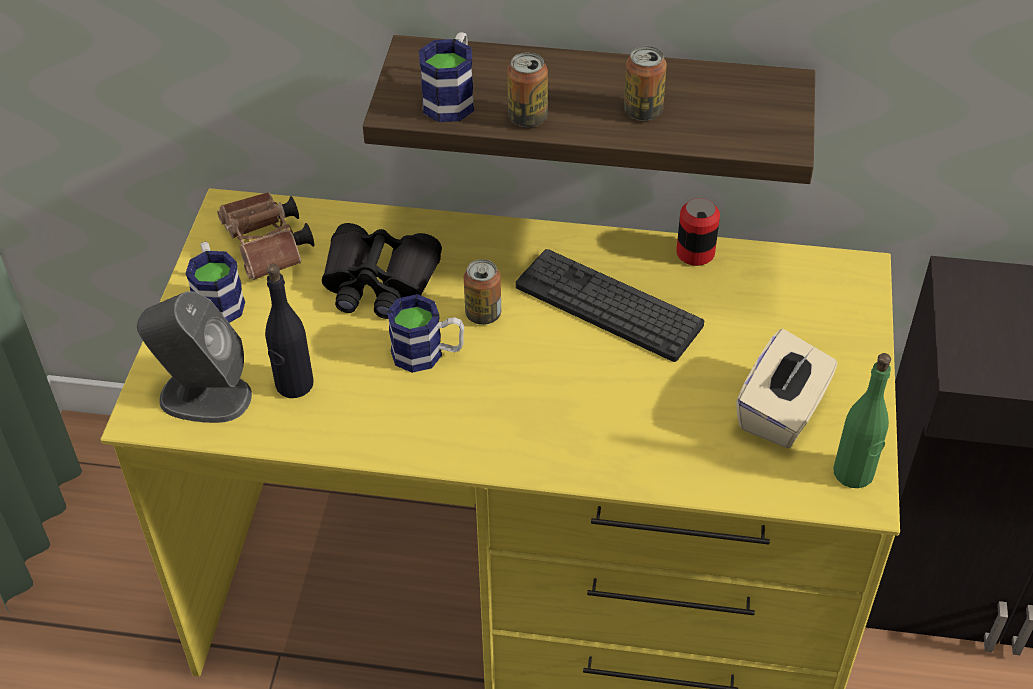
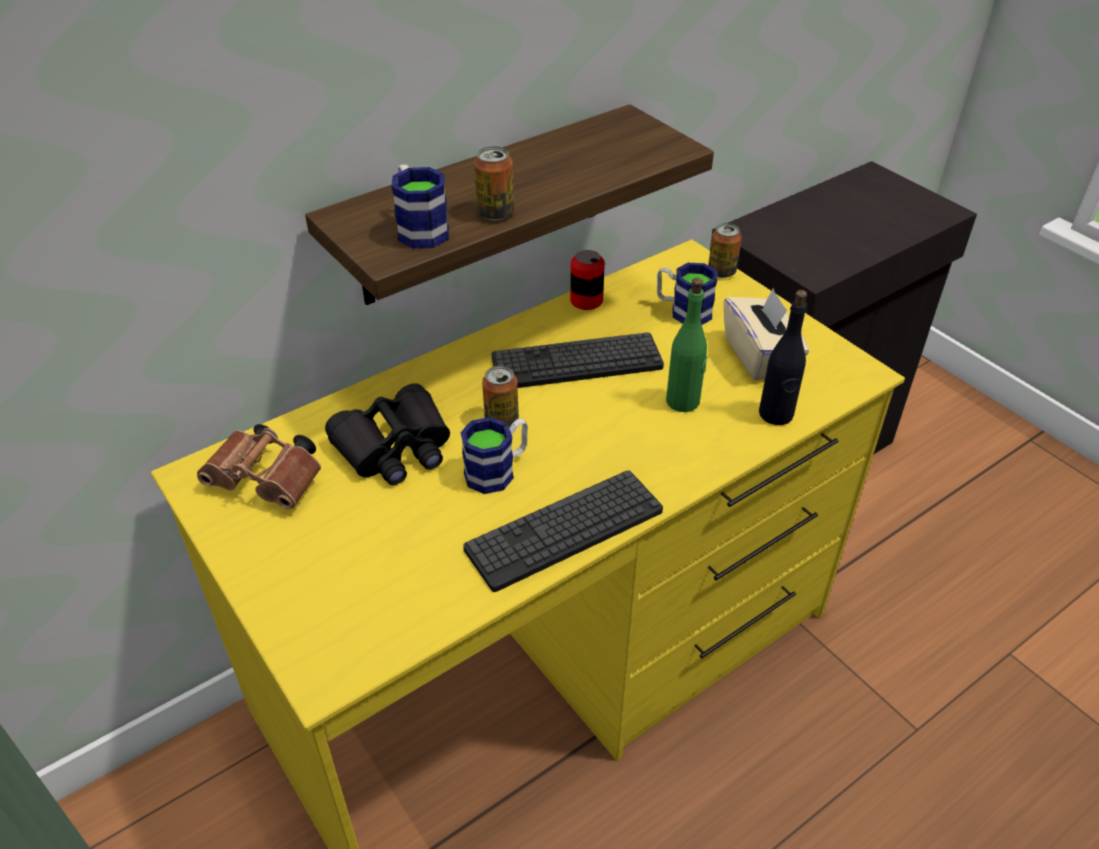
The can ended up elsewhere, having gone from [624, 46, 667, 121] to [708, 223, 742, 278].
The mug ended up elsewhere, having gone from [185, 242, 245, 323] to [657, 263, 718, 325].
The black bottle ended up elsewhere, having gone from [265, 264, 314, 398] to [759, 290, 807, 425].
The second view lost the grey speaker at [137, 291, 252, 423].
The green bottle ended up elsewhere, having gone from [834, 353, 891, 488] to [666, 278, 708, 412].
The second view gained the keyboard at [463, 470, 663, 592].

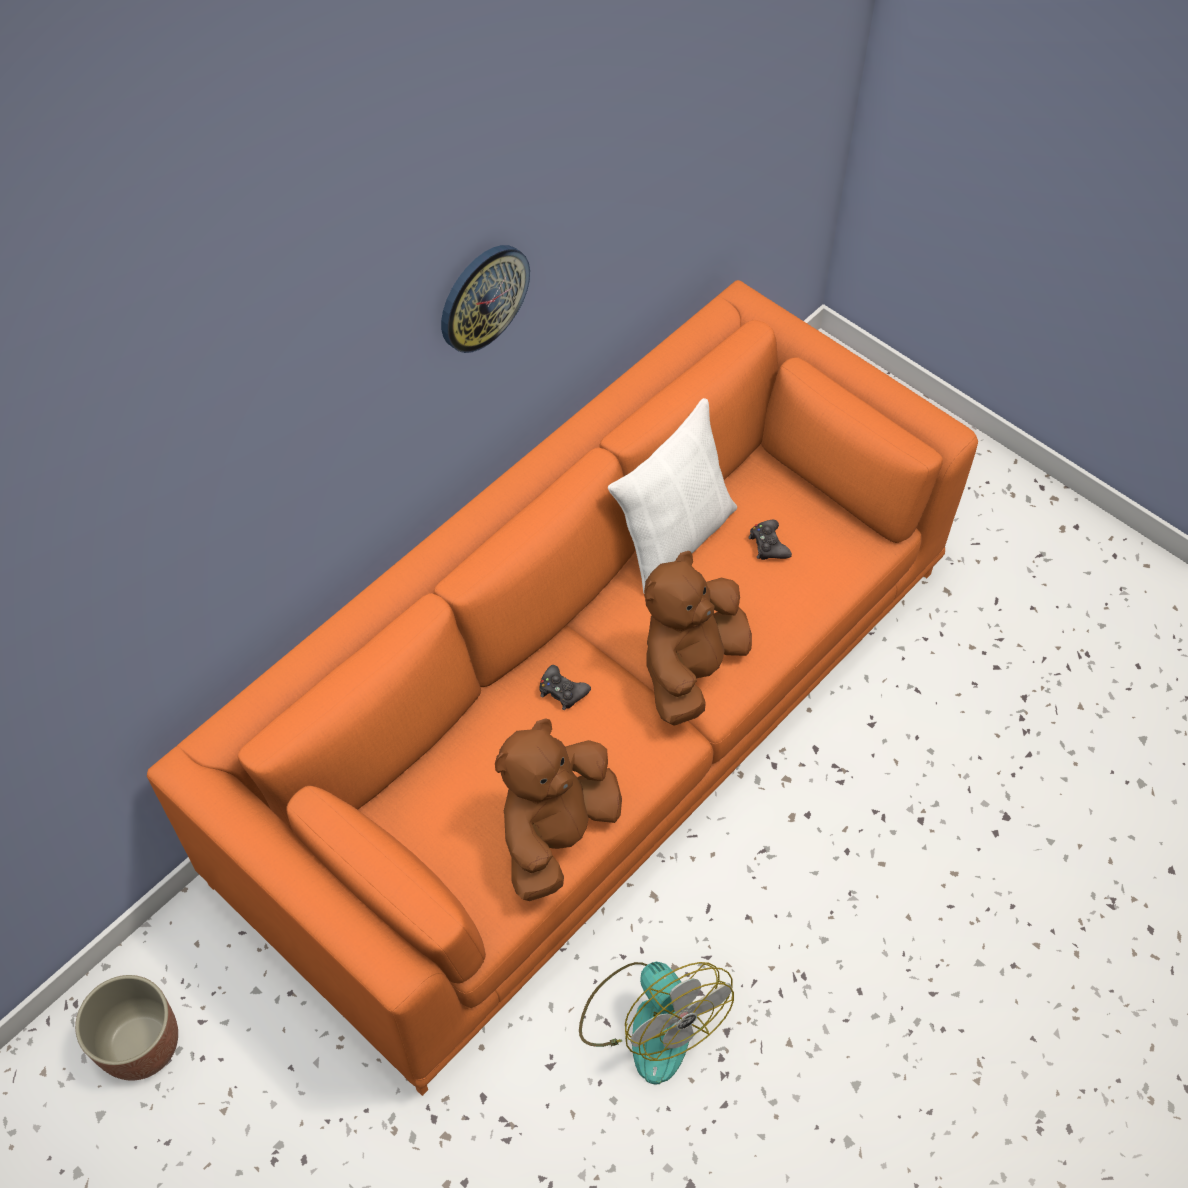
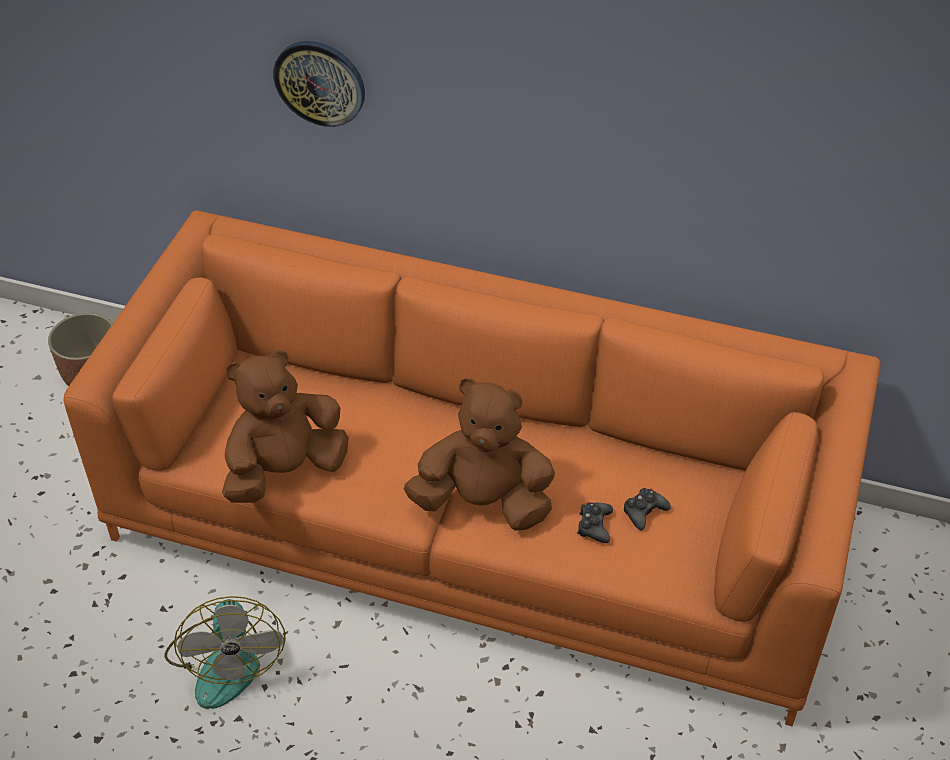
The wall clock ended up elsewhere, having gone from [441, 245, 530, 353] to [273, 41, 365, 127].
The second view lost the white pillow at [608, 398, 737, 593].
The black game controller ended up elsewhere, having gone from [539, 665, 591, 710] to [577, 502, 613, 543].
The brown plush toy at [495, 718, 622, 901] ended up facing another way, 45 degrees counterclockwise from before.
The fan at [579, 962, 734, 1084] ended up facing another way, 45 degrees counterclockwise from before.

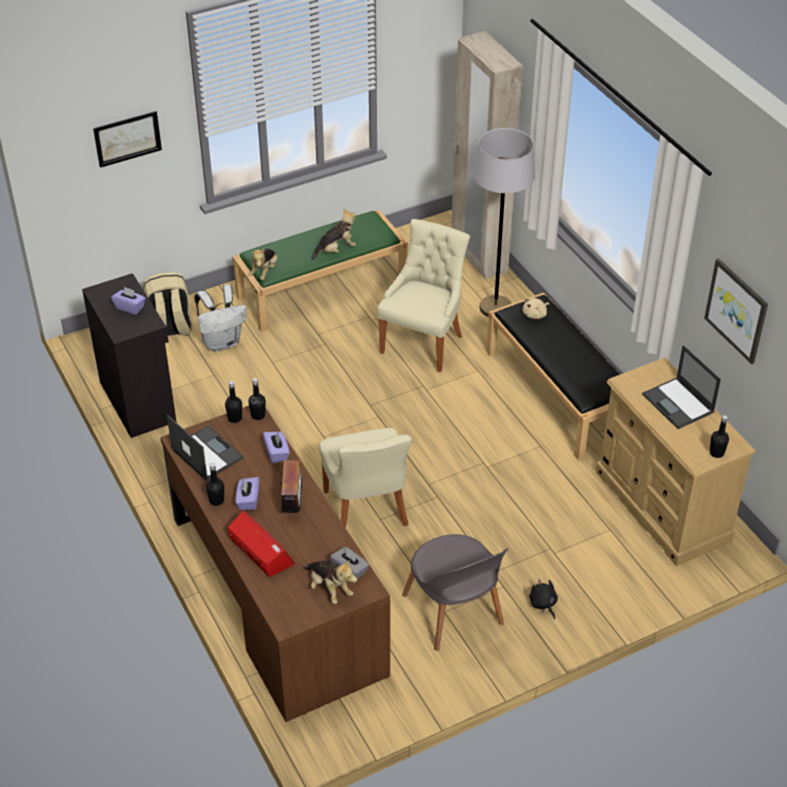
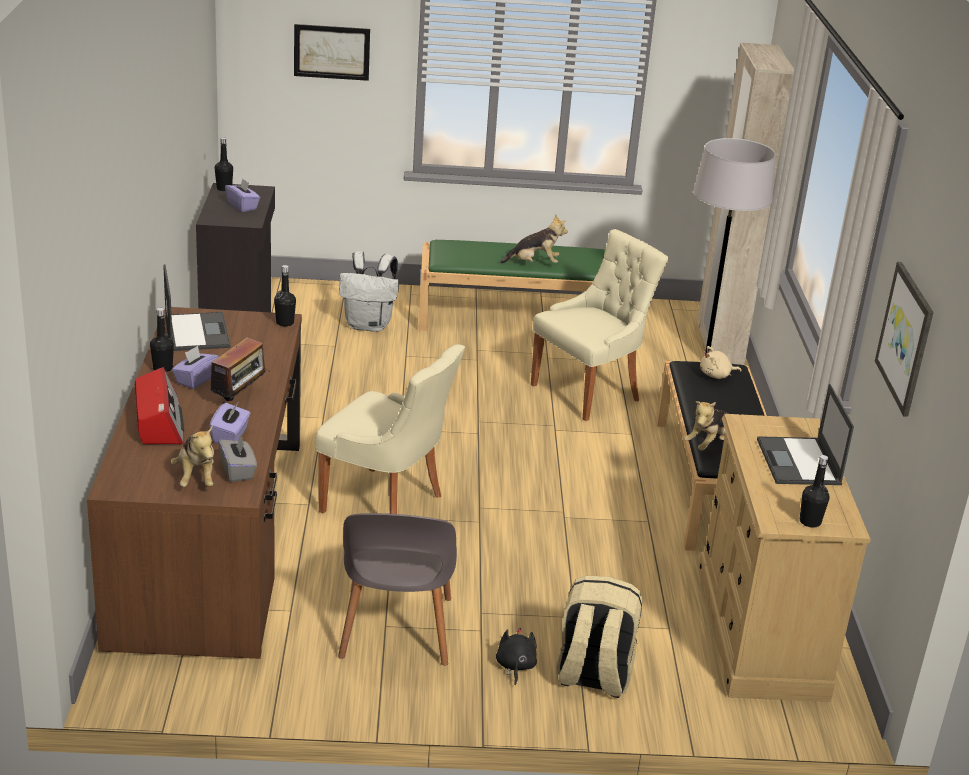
The plush toy ended up elsewhere, having gone from [248, 248, 278, 280] to [684, 401, 728, 451].
The beige backpack ended up elsewhere, having gone from [143, 272, 193, 336] to [557, 576, 642, 698].
The black bottle ended up elsewhere, having gone from [225, 381, 242, 423] to [215, 137, 233, 191].
The beige chair at [319, 428, 412, 528] ended up facing another way, 75 degrees counterclockwise from before.
The purple tissue box ended up elsewhere, having gone from [263, 432, 290, 463] to [209, 403, 250, 444].

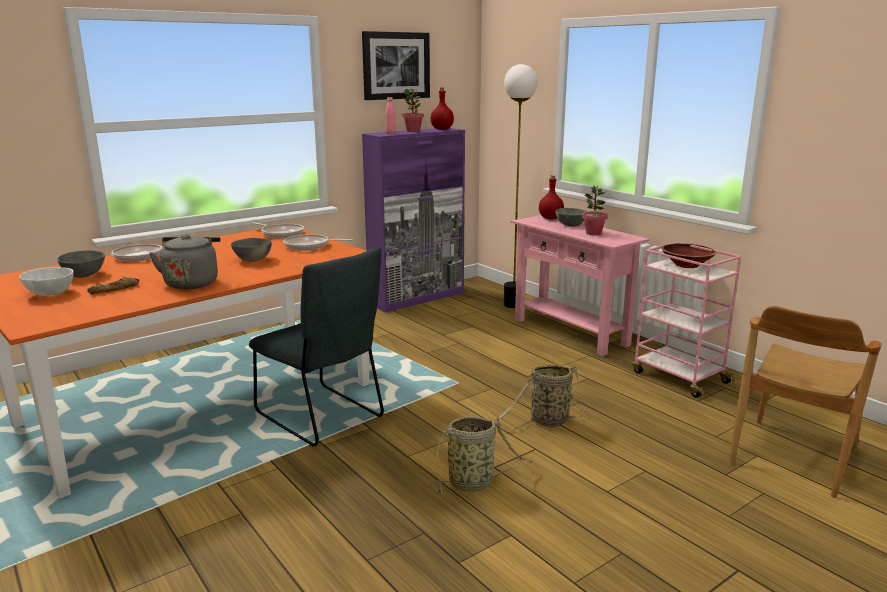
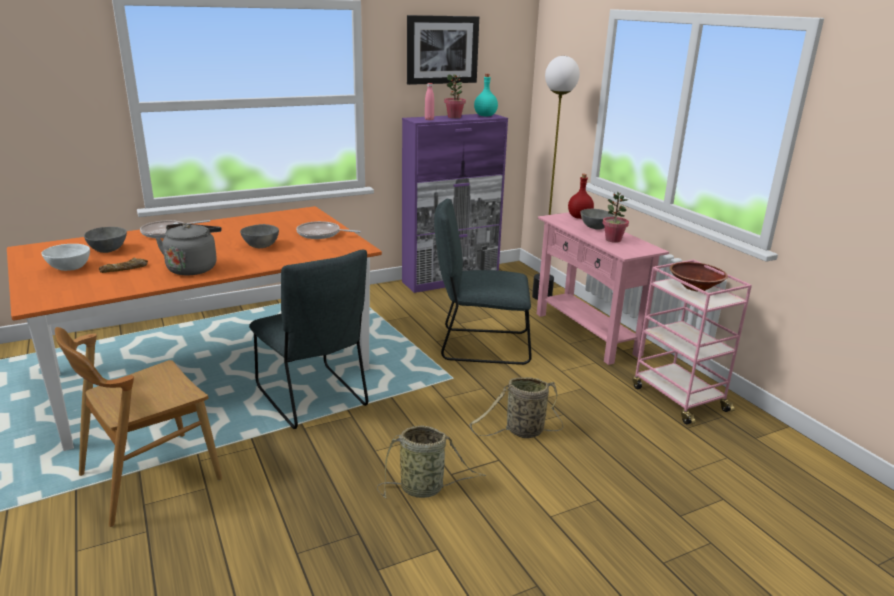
What was the red bottle at [431, 88, 454, 130] turned into the turquoise bottle at [474, 74, 498, 116].
The second view lost the frying pan at [251, 222, 304, 238].
The brown chair ended up elsewhere, having gone from [729, 306, 882, 498] to [55, 327, 222, 527].
The second view gained the grey chair at [434, 199, 532, 365].

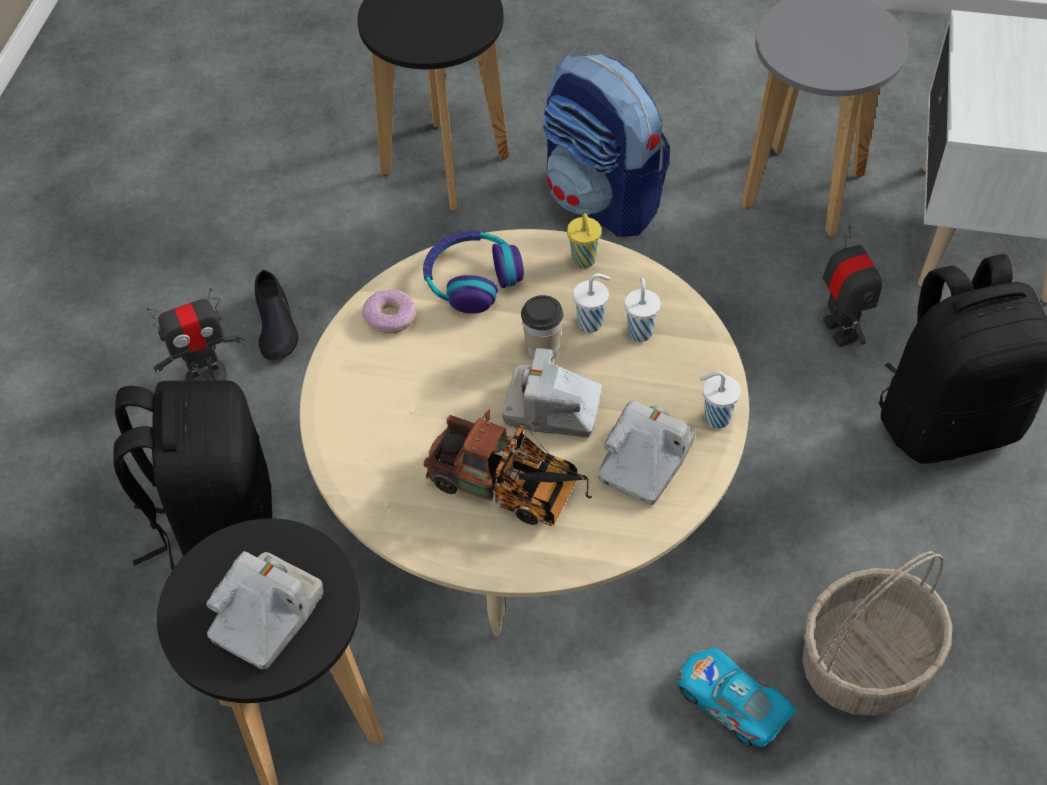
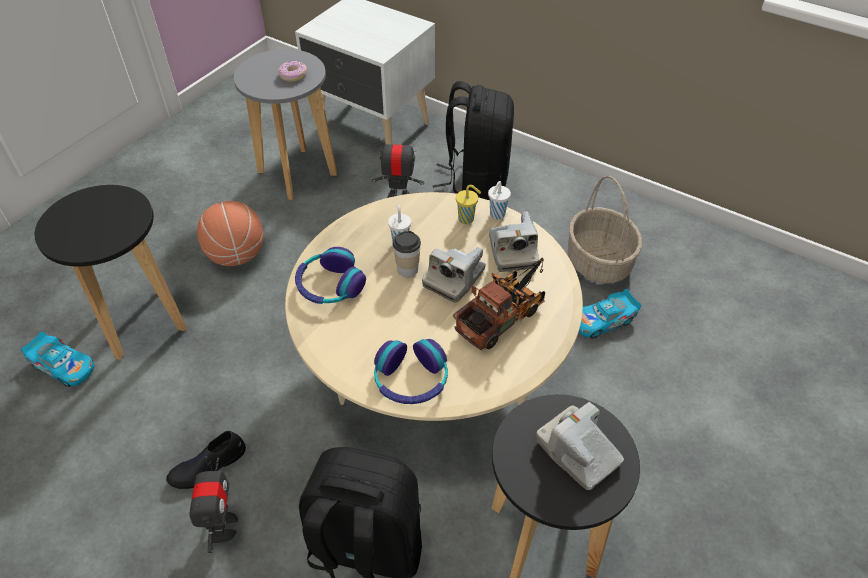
Where the backpack stood at [543, 54, 670, 237], the basketball came to stand at [197, 201, 264, 266].
The yellow cup ended up elsewhere, having gone from [567, 213, 601, 268] to [456, 185, 481, 224].
The black shoe at [255, 270, 298, 359] ended up facing another way, 135 degrees clockwise from before.
The second view lost the white cup at [624, 278, 661, 342].
The donut ended up elsewhere, having gone from [363, 290, 416, 334] to [278, 61, 307, 82].
The photo camera at [598, 400, 695, 505] ended up facing another way, 150 degrees counterclockwise from before.
The second view gained the toy car at [21, 332, 94, 387].
The second view gained the headphones at [374, 339, 448, 404].

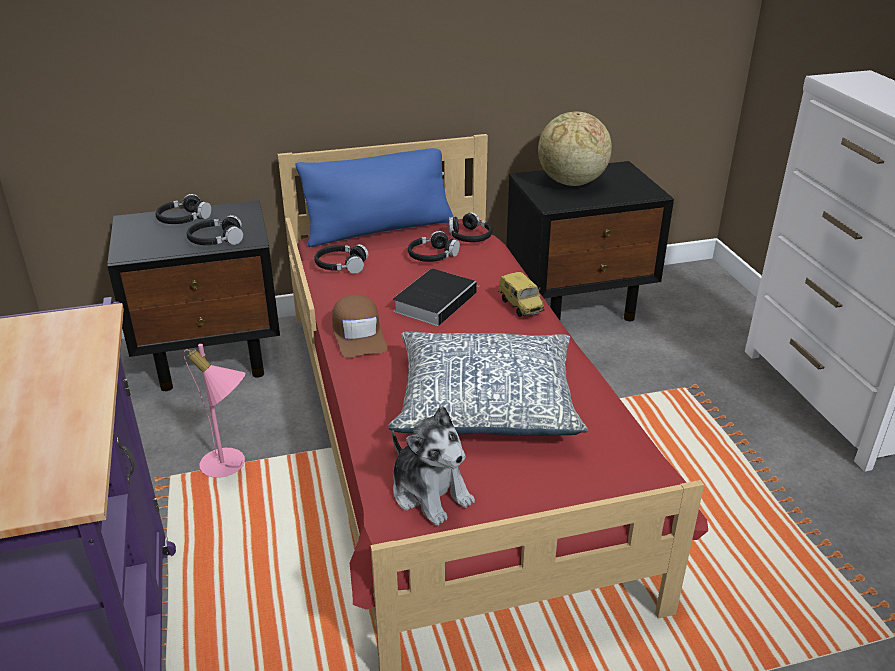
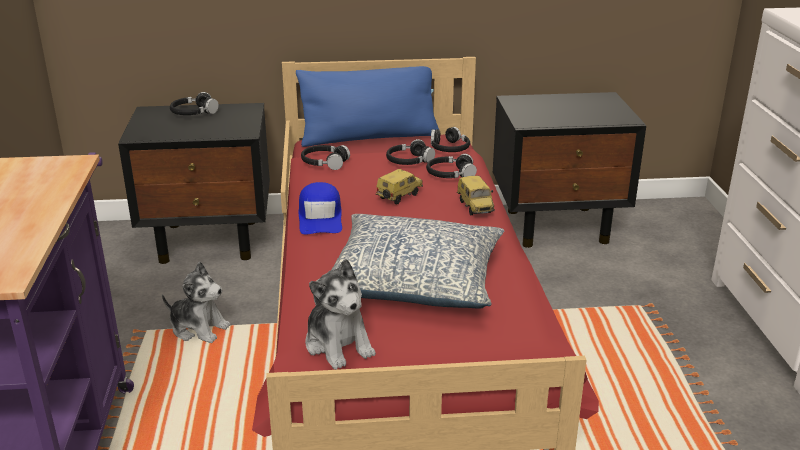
The second view lost the globe at [538, 112, 612, 186].
The black headphones ended up elsewhere, having gone from [187, 215, 243, 245] to [426, 154, 477, 178].
Where the book stood at [393, 268, 479, 326], the toy car came to stand at [376, 169, 423, 204].
What was the brown cap at [332, 295, 387, 358] turned into the blue cap at [299, 182, 342, 235].
Where the pink table lamp stood at [184, 344, 246, 478], the plush toy came to stand at [162, 262, 231, 343].

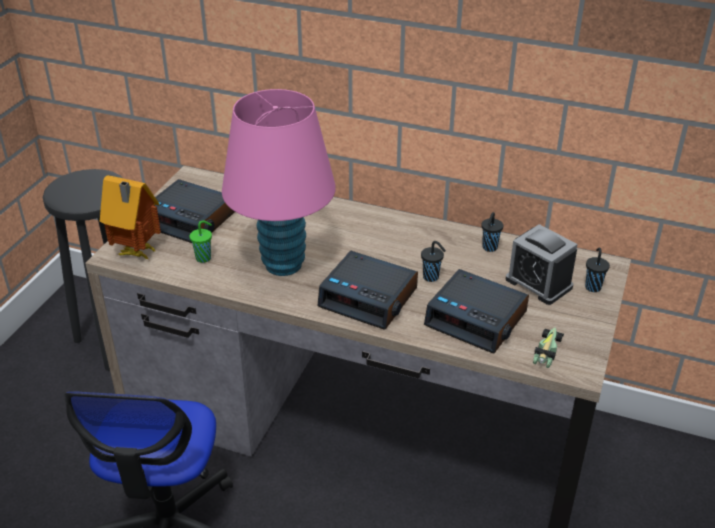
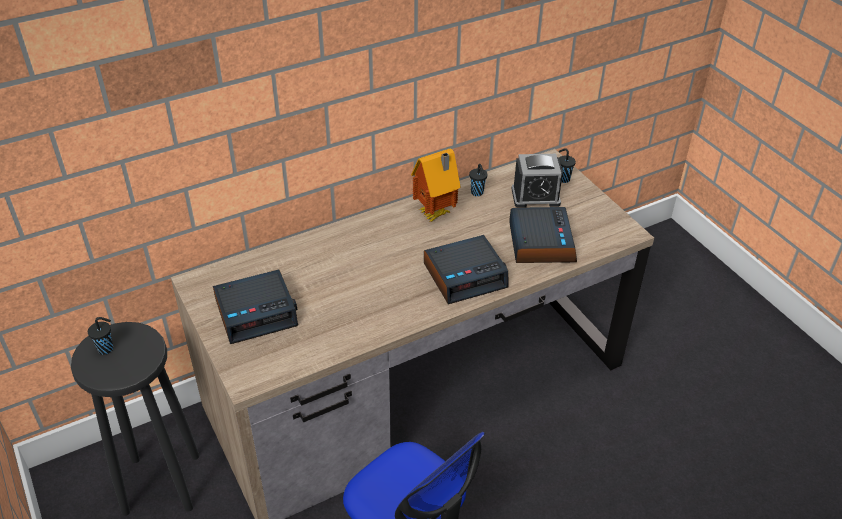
The second view lost the pink table lamp at [222, 89, 336, 276].
The toy house ended up elsewhere, having gone from [100, 175, 161, 260] to [411, 148, 461, 222].
The second view lost the green cup at [189, 220, 212, 263].
The black cup ended up elsewhere, having gone from [421, 241, 446, 282] to [88, 317, 113, 355].
The alarm clock at [424, 269, 529, 353] ended up facing another way, 75 degrees counterclockwise from before.
The second view lost the toy car at [533, 328, 564, 368].

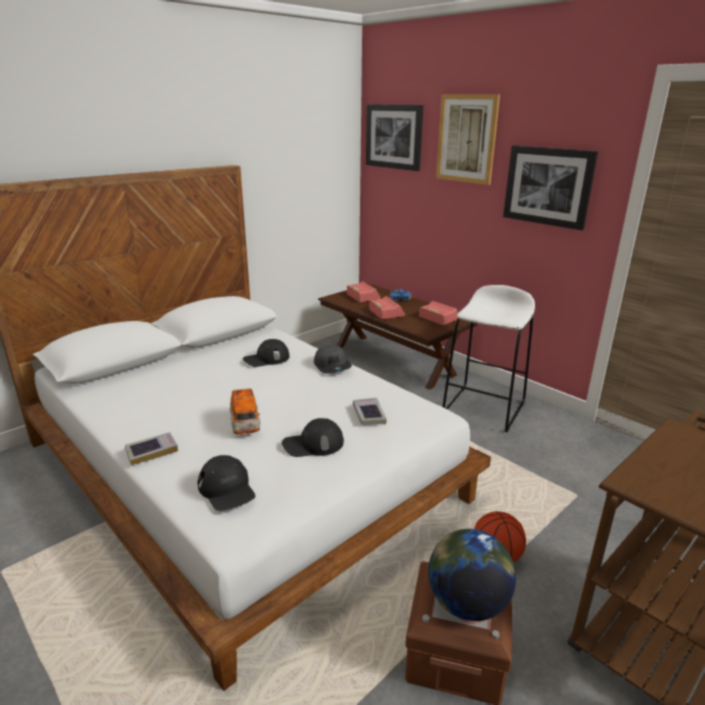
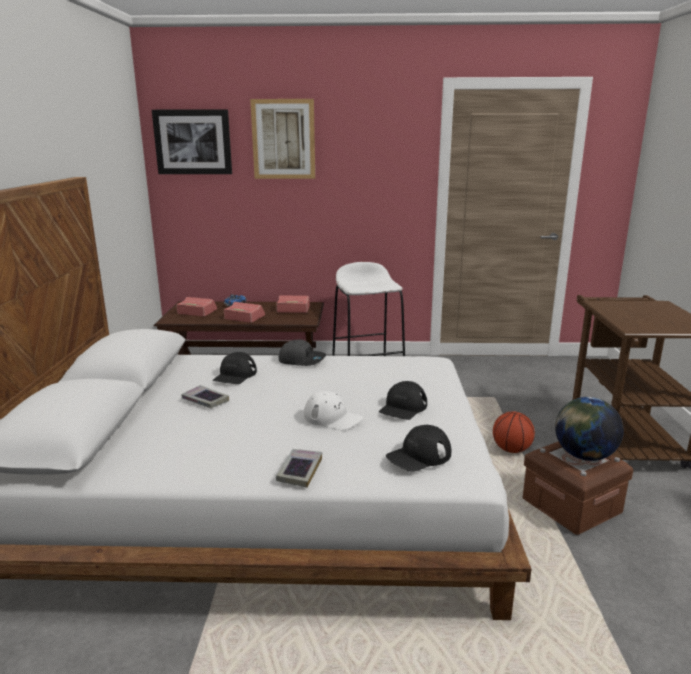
The second view lost the picture at [503, 145, 598, 230].
Where the toy car stood at [230, 388, 260, 434], the white cap came to stand at [304, 391, 363, 430].
The book ended up elsewhere, having gone from [353, 398, 387, 425] to [182, 385, 229, 408].
The black cap at [198, 455, 255, 511] ended up facing another way, 135 degrees clockwise from before.

